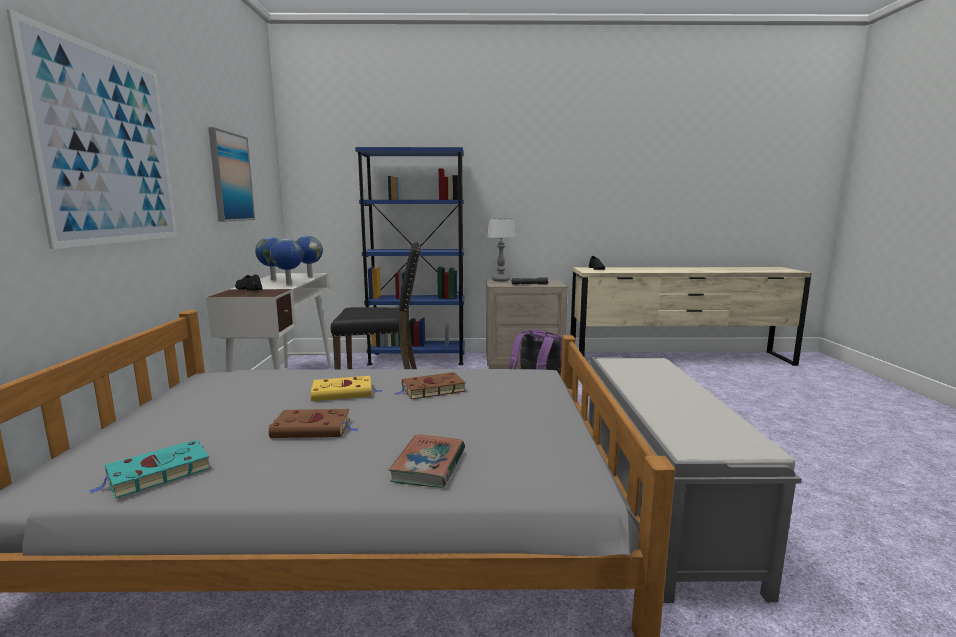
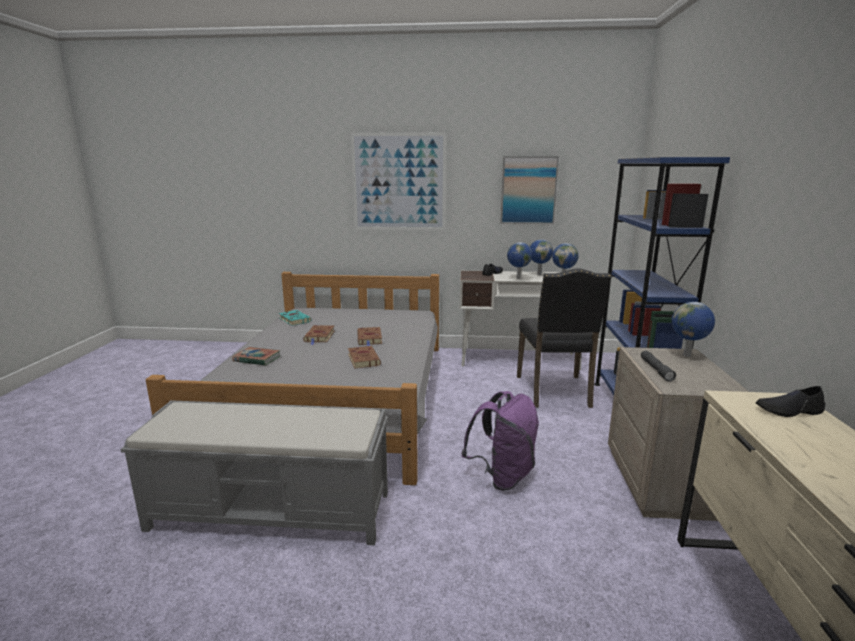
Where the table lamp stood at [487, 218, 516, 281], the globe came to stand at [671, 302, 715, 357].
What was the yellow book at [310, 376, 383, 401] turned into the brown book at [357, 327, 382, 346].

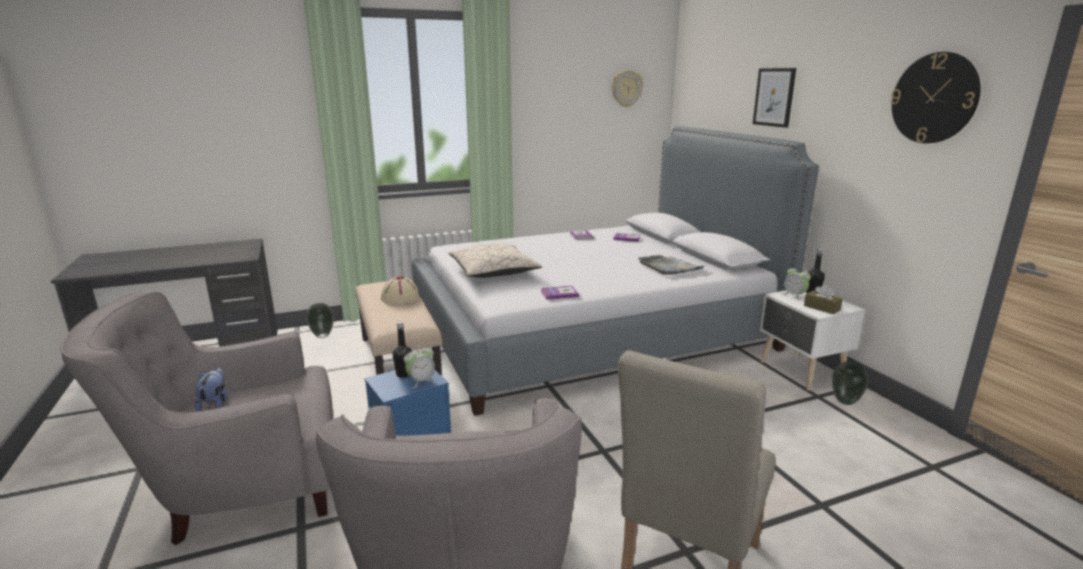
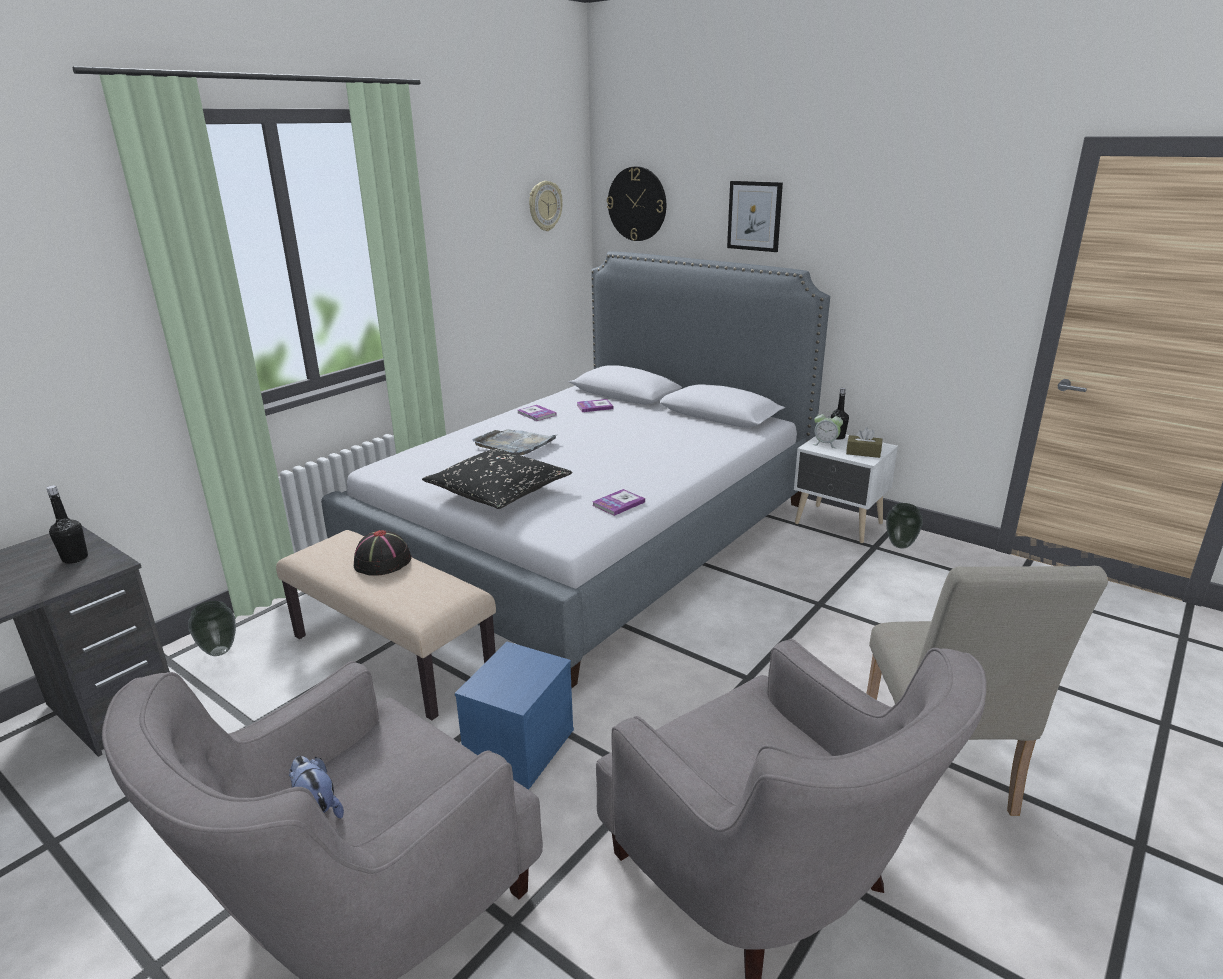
The wall clock ended up elsewhere, having gone from [891, 52, 981, 143] to [607, 166, 666, 241].
What was the beige pillow at [448, 243, 542, 278] turned into the black pillow at [422, 449, 572, 509].
The grey tray ended up elsewhere, having gone from [638, 255, 704, 275] to [472, 429, 557, 455].
What was the beige hat at [381, 276, 419, 304] turned into the black hat at [354, 530, 412, 576].
The black bottle ended up elsewhere, having gone from [393, 322, 413, 378] to [46, 485, 88, 564].
The second view lost the alarm clock at [404, 345, 436, 388].

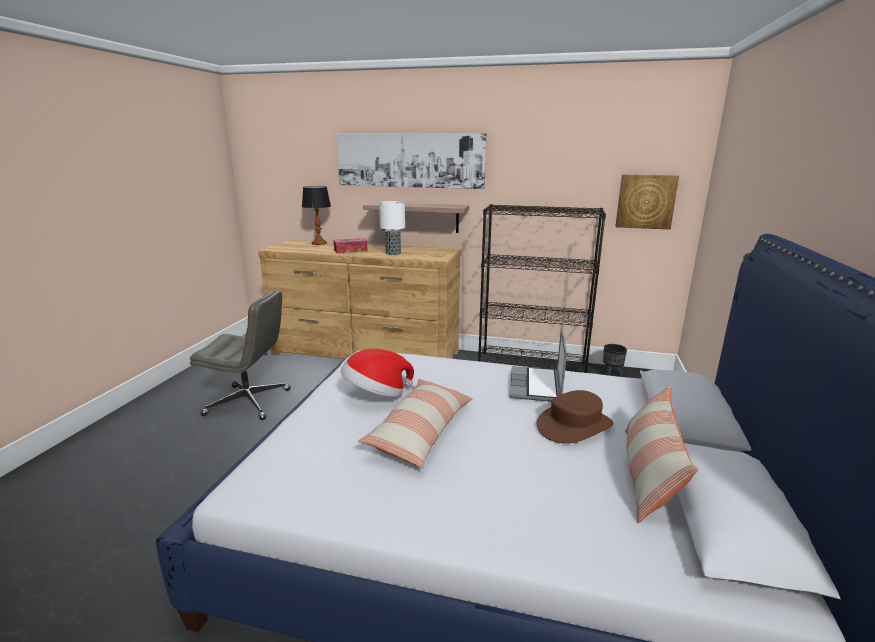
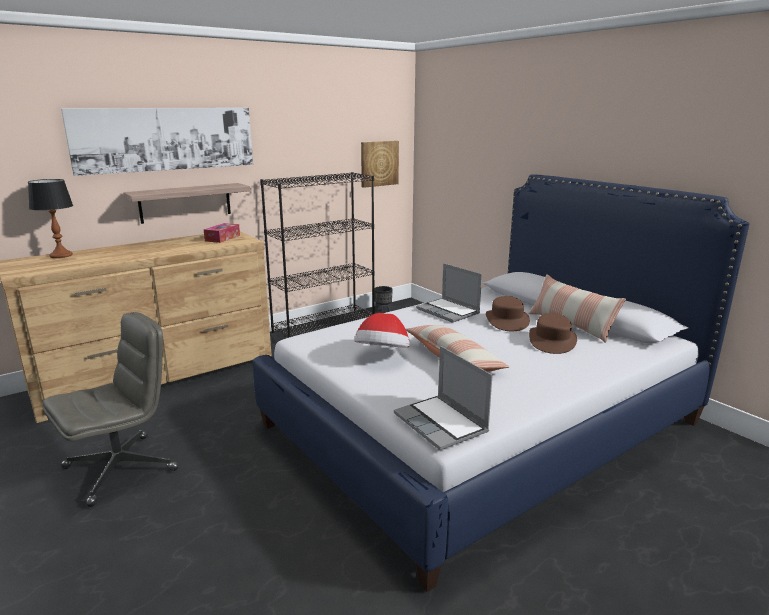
The second view lost the table lamp at [379, 201, 405, 255].
The tissue box ended up elsewhere, having gone from [333, 238, 367, 253] to [204, 223, 240, 243].
The second view gained the brown hat at [529, 313, 577, 354].
The second view gained the laptop at [394, 346, 493, 450].

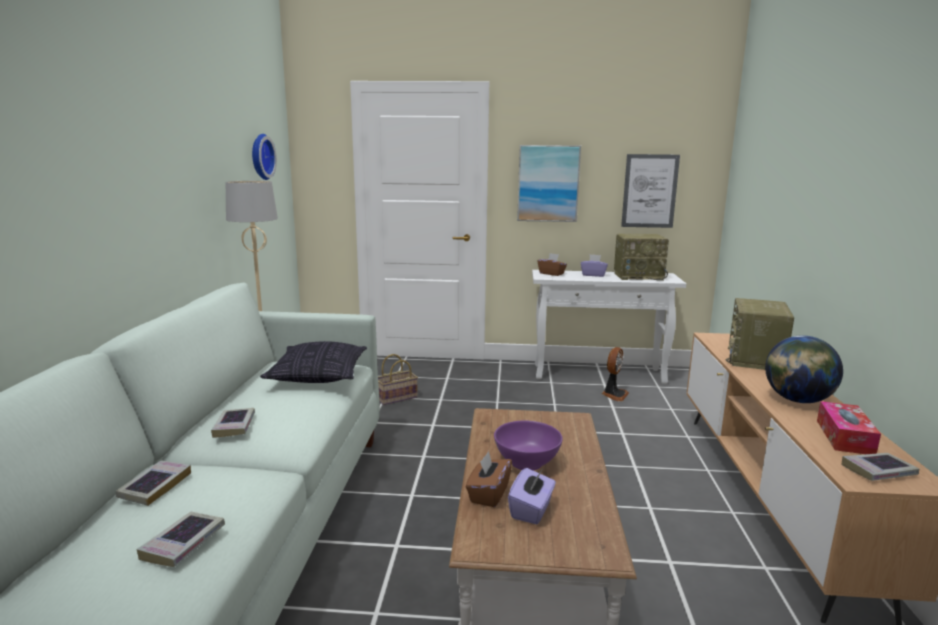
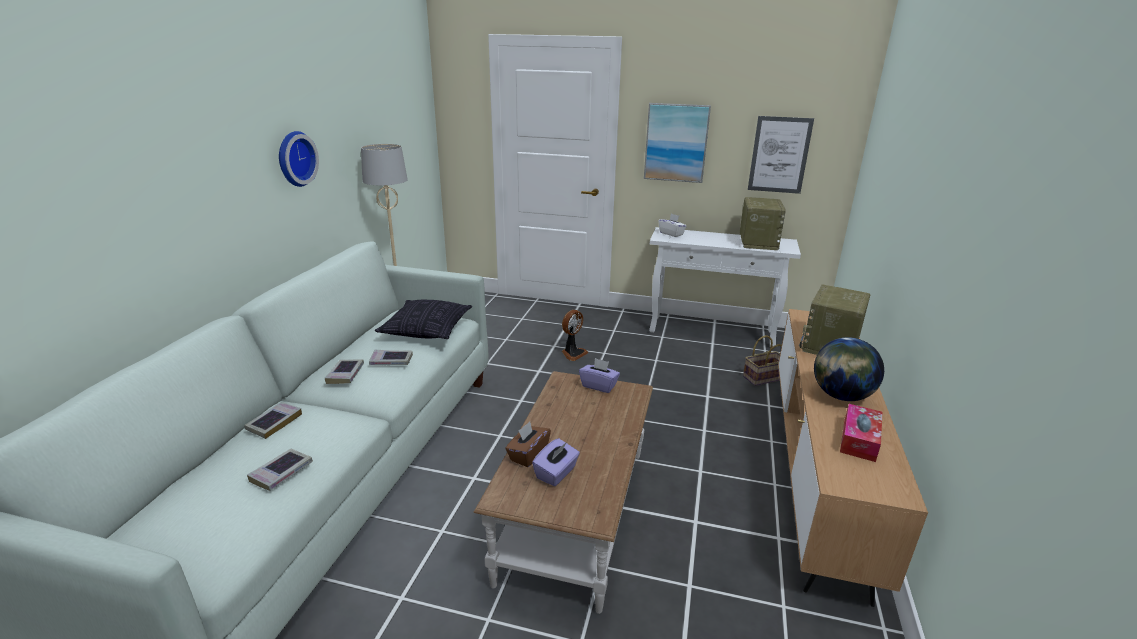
The wall clock ended up elsewhere, having gone from [252, 134, 277, 180] to [279, 131, 319, 187].
The radio at [614, 233, 669, 280] ended up facing another way, 90 degrees counterclockwise from before.
What was the brown tissue box at [538, 253, 567, 276] turned into the white tissue box at [658, 213, 687, 237].
The purple tissue box ended up elsewhere, having gone from [581, 255, 608, 277] to [579, 358, 620, 393].
The fan ended up elsewhere, having gone from [601, 347, 629, 401] to [562, 310, 589, 361].
The basket ended up elsewhere, having gone from [378, 354, 418, 405] to [743, 335, 782, 386].
The second view lost the purple bowl at [494, 421, 563, 471].
The book ended up elsewhere, having gone from [841, 453, 919, 481] to [369, 350, 413, 365].

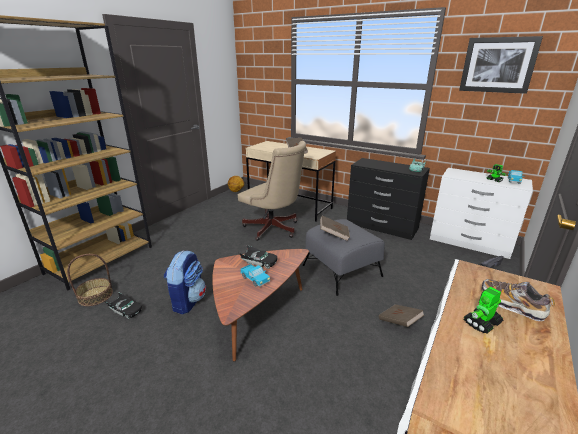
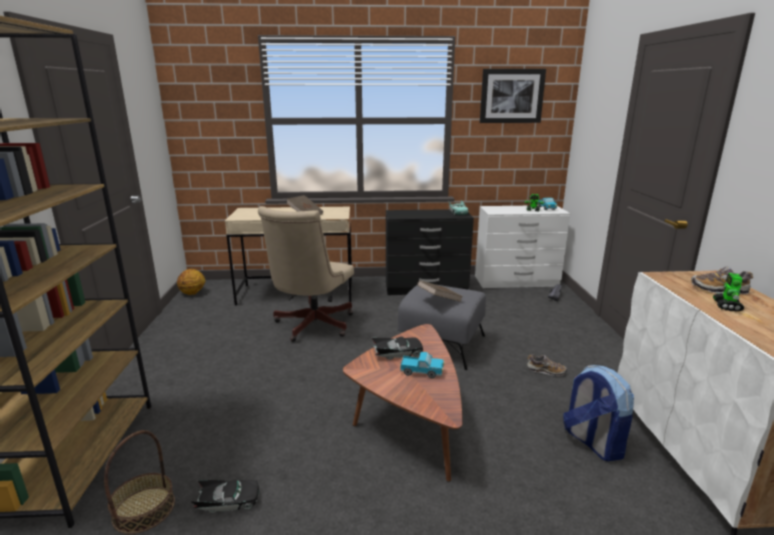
The beige office chair at [238, 141, 306, 241] ended up facing another way, 105 degrees clockwise from before.
The backpack ended up elsewhere, having gone from [164, 250, 206, 314] to [563, 365, 634, 462].
Where the brown book stood at [379, 304, 424, 327], the shoe came to stand at [527, 354, 567, 376].

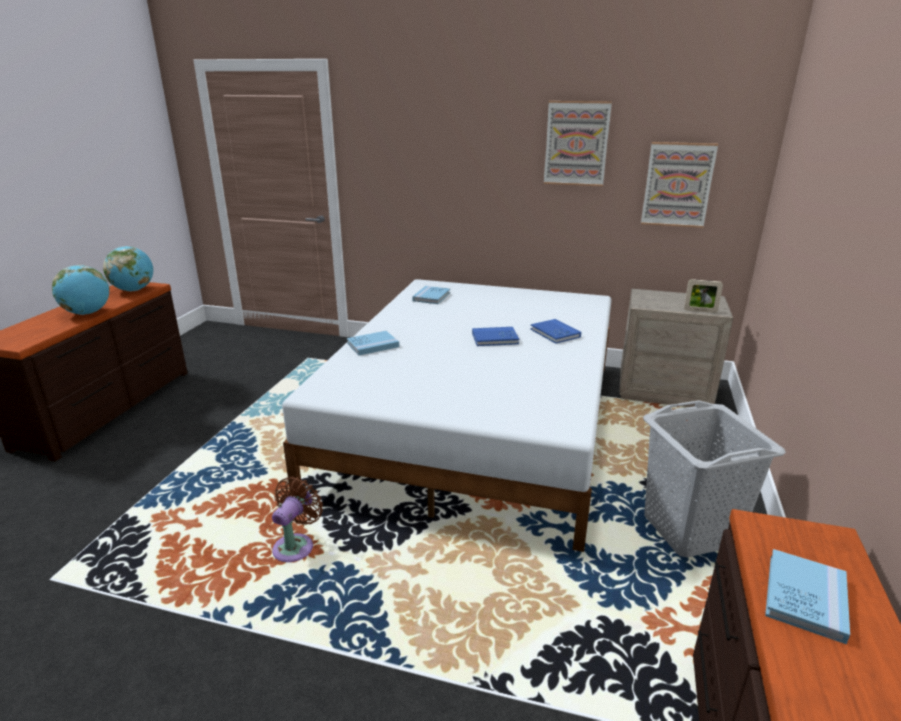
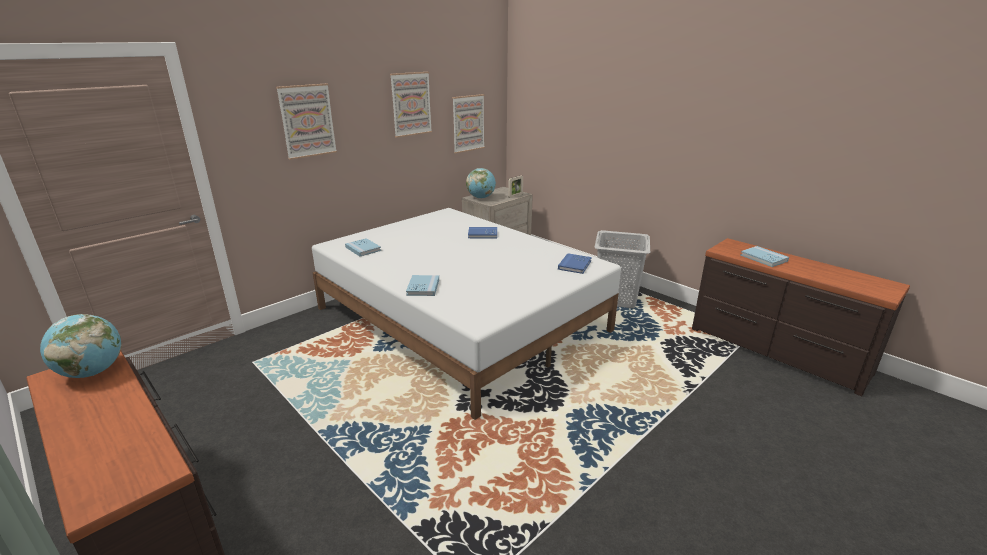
The globe ended up elsewhere, having gone from [52, 265, 109, 315] to [466, 168, 496, 199].
The blue book ended up elsewhere, having gone from [472, 327, 519, 346] to [558, 253, 592, 274].
The second view lost the brown fan at [272, 477, 323, 562].
The second view gained the picture at [276, 83, 337, 160].

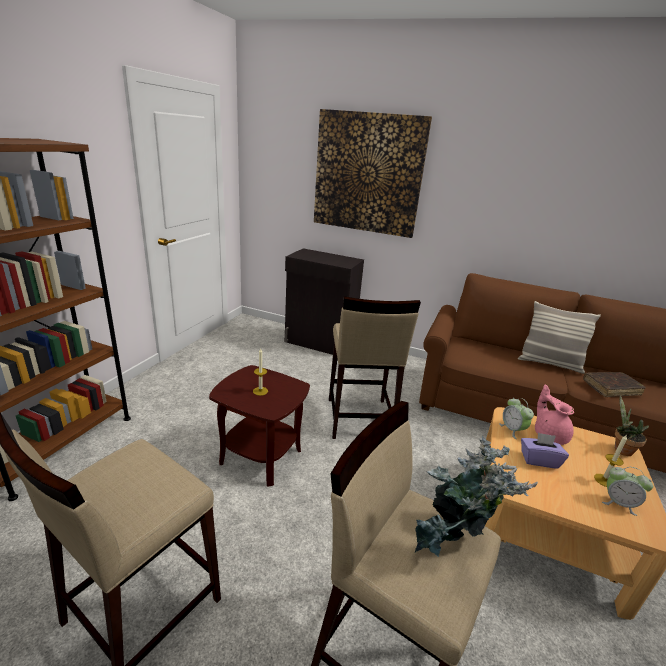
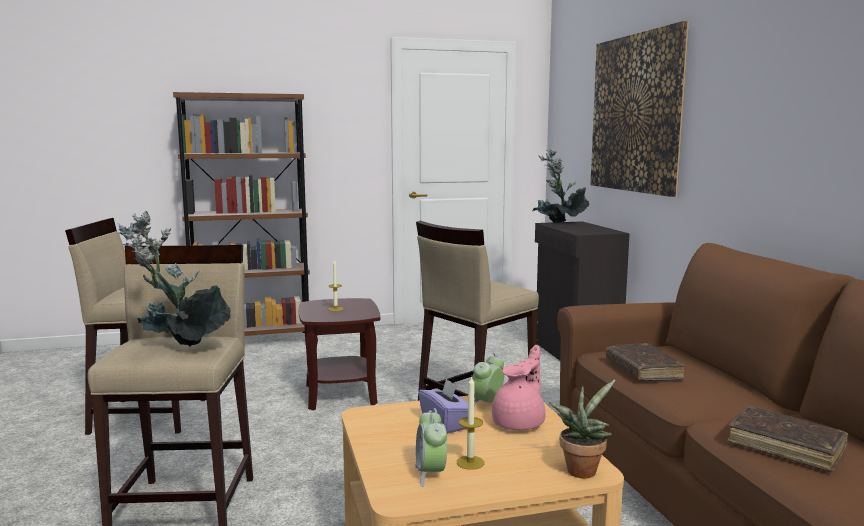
The second view lost the pillow at [518, 301, 601, 374].
The second view gained the potted plant at [533, 149, 589, 223].
The second view gained the brown book at [606, 343, 684, 381].

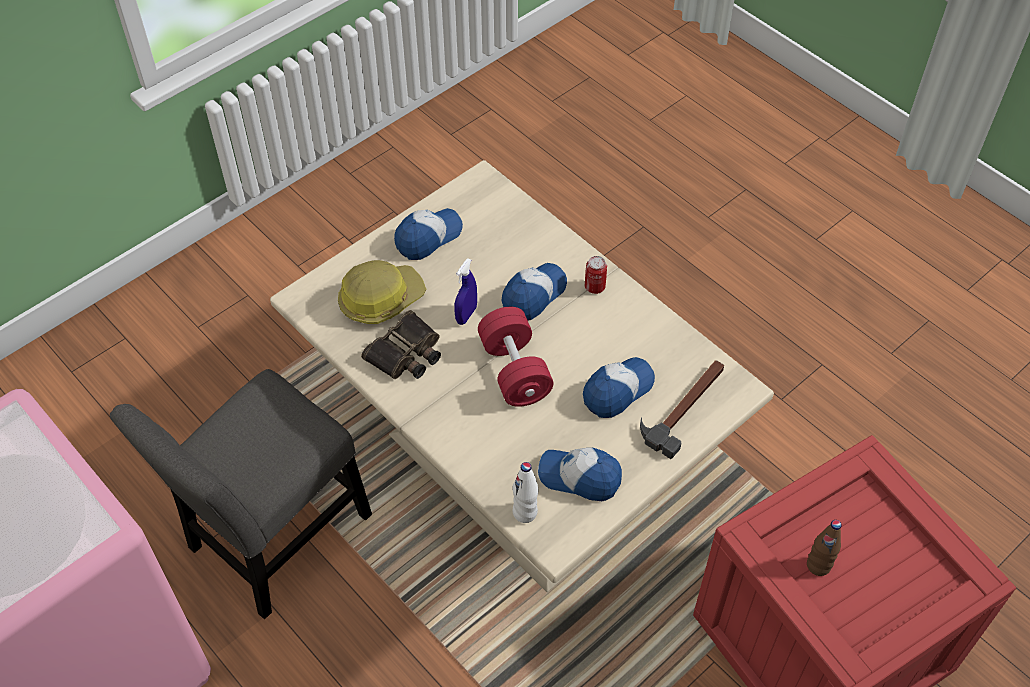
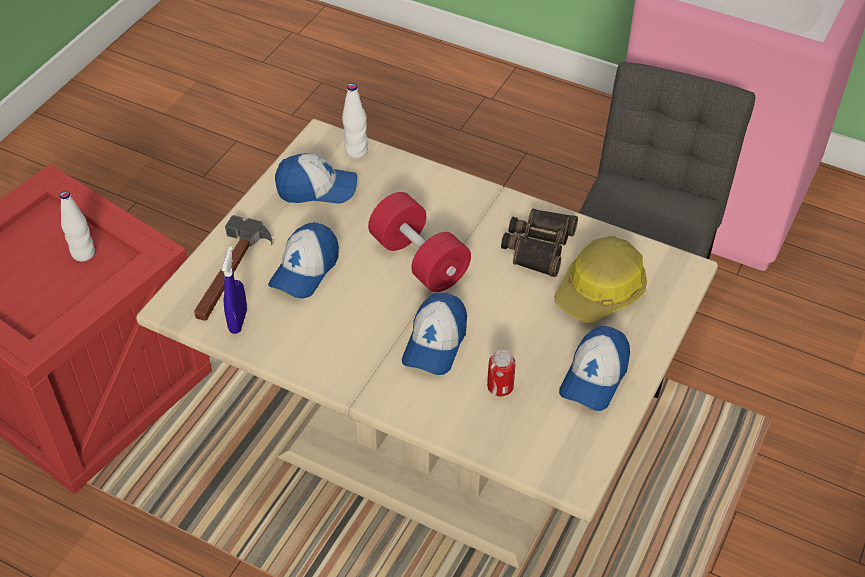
The can ended up elsewhere, having gone from [585, 256, 607, 294] to [487, 349, 515, 396].
The blue spray bottle ended up elsewhere, having gone from [454, 258, 477, 325] to [221, 246, 247, 334].
What was the brown bottle at [807, 520, 842, 576] turned into the white bottle at [60, 191, 95, 262].

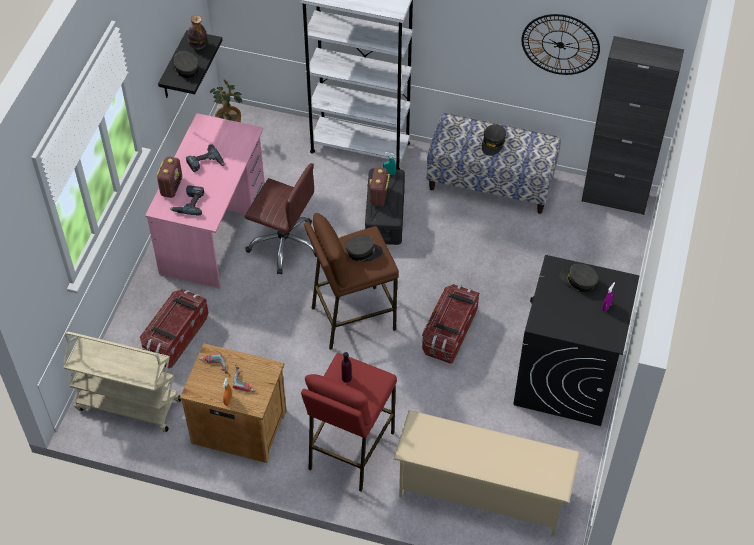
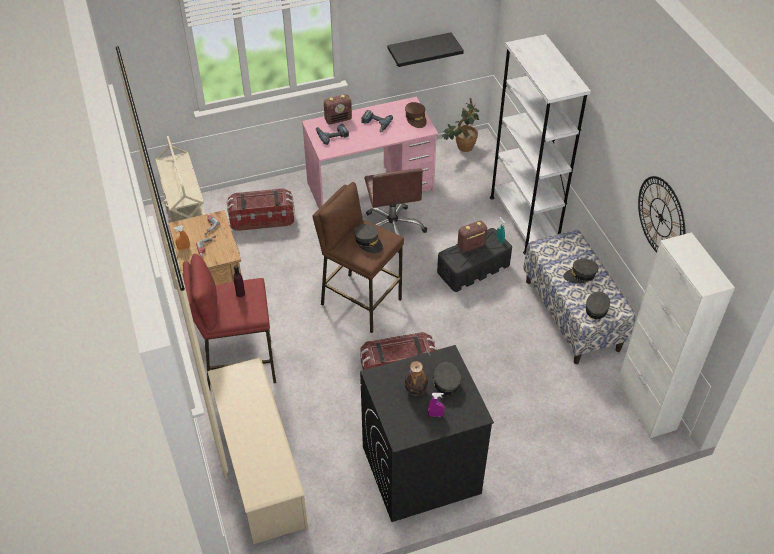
The bottle ended up elsewhere, having gone from [187, 15, 207, 50] to [404, 361, 428, 396].
What was the black cabinet at [581, 36, 684, 215] turned into the white cabinet at [617, 232, 735, 438].
The grey cap ended up elsewhere, having gone from [173, 51, 199, 78] to [585, 291, 610, 319].
The second view gained the brown cap at [405, 102, 427, 128].

